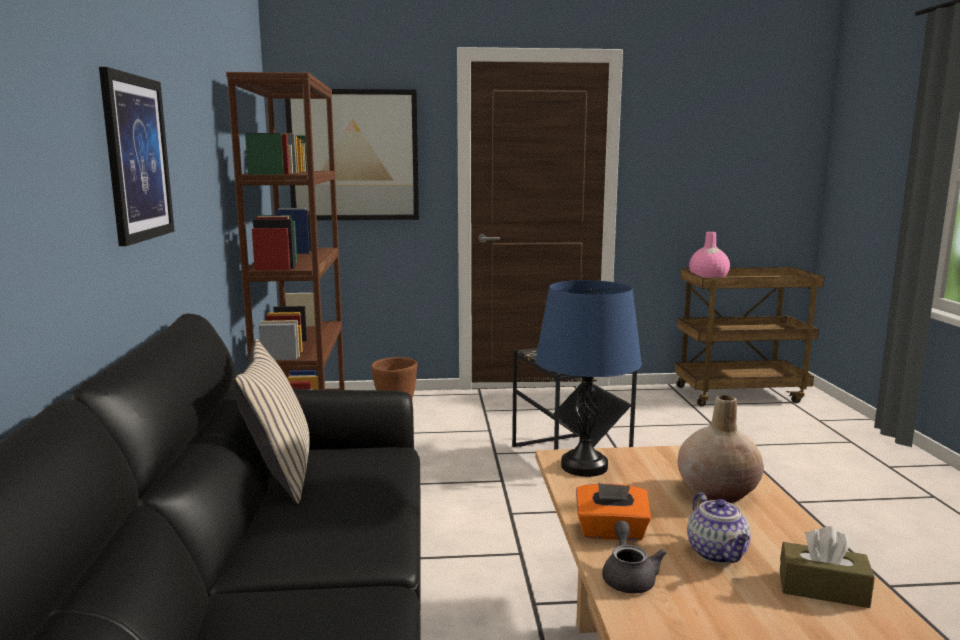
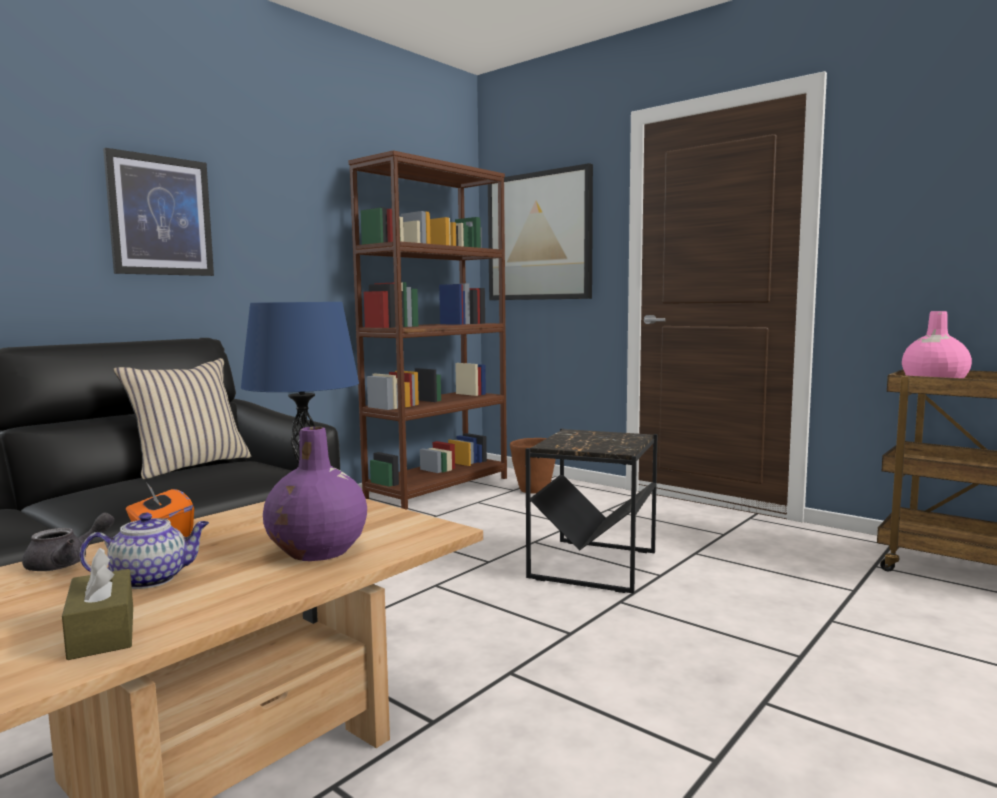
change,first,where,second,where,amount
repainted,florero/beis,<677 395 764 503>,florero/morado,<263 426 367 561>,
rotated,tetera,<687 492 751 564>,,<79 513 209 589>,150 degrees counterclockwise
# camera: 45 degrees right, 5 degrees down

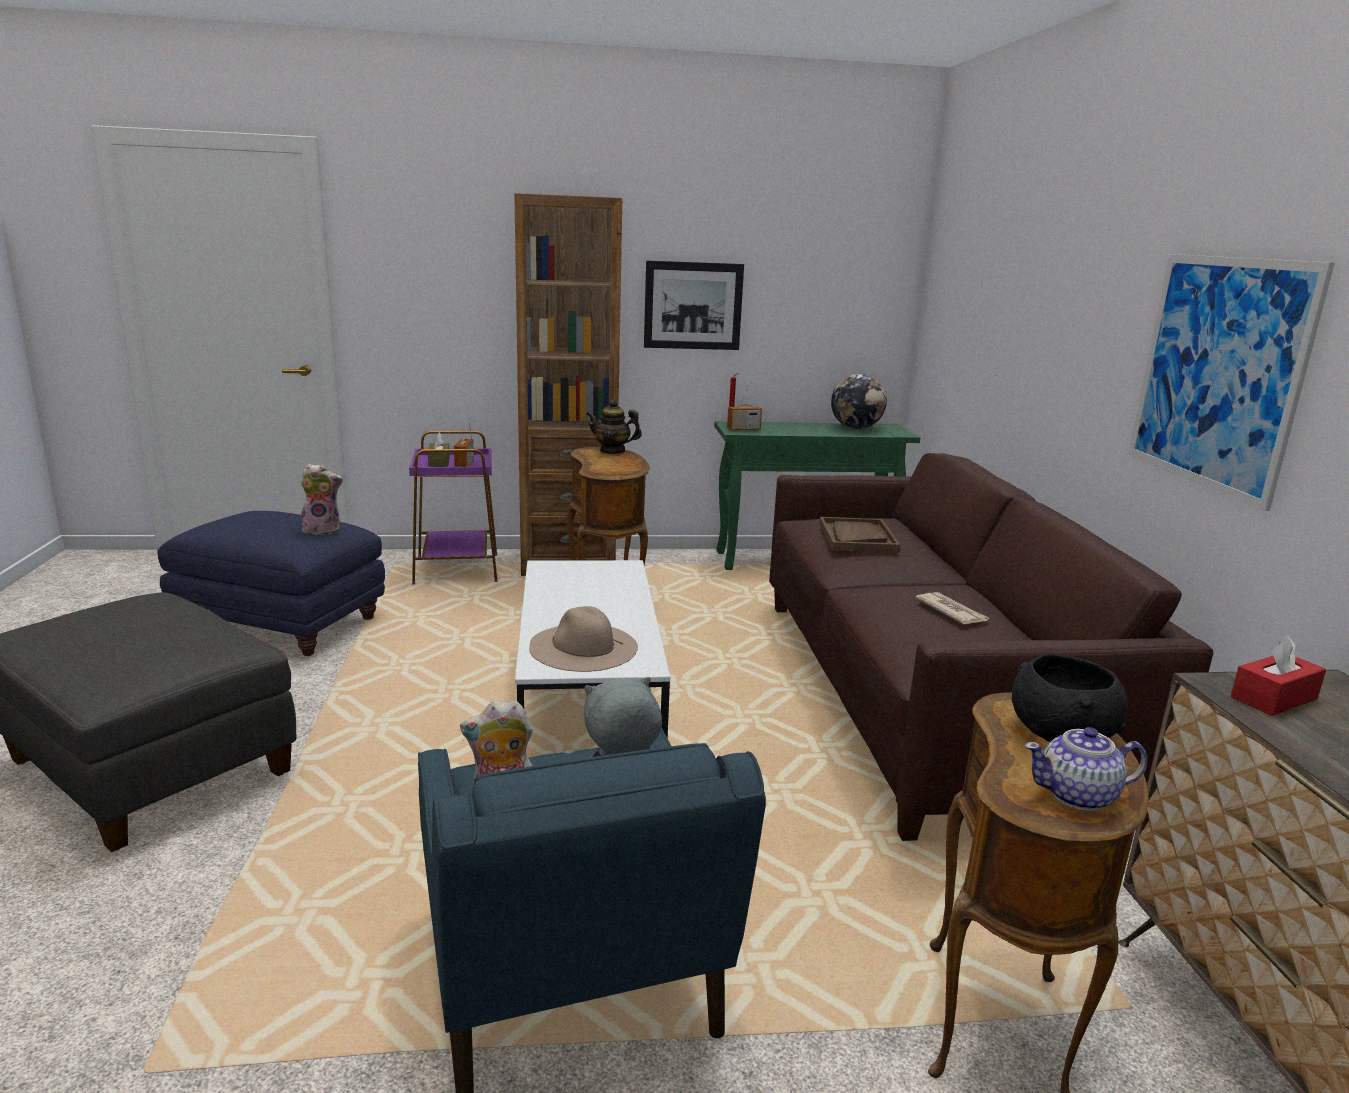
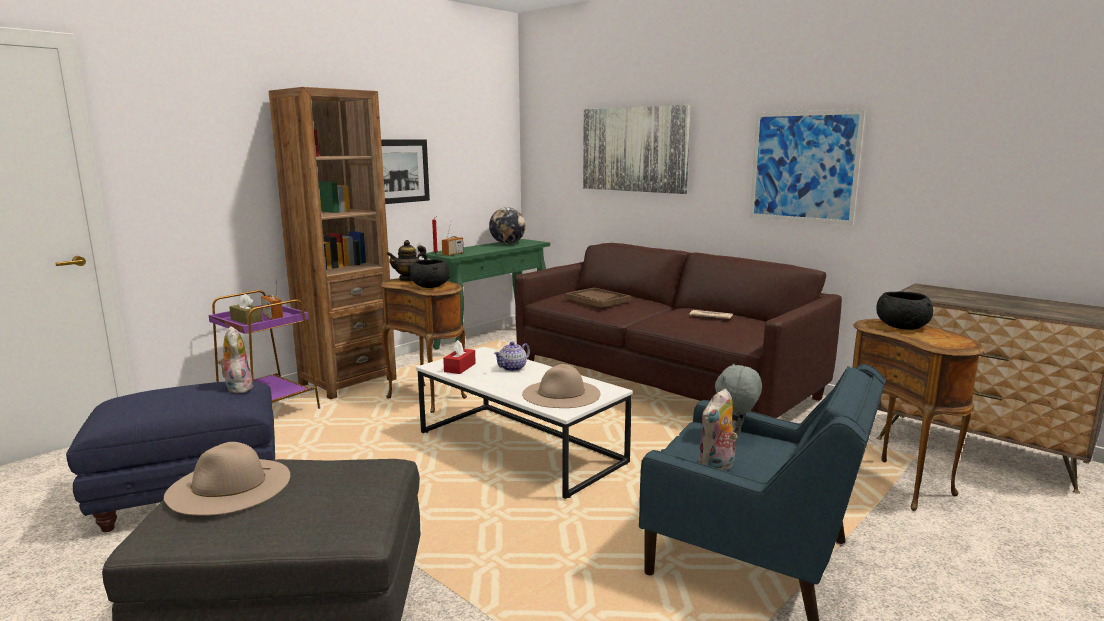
change,first,where,second,where,amount
rotated,peluche,<300 464 343 535>,,<218 326 253 393>,60 degrees counterclockwise
shifted,tetera,<1024 727 1147 811>,,<494 342 530 371>,
shifted,caja de pañuelos/rojo,<1231 635 1326 716>,,<443 340 476 374>,
new,,,sombrero/beis,<164 442 290 516>,
new,,,cuenco/negro,<410 259 450 288>,
new,,,cuadro,<583 105 691 194>,
# camera: 40 degrees left, 5 degrees down

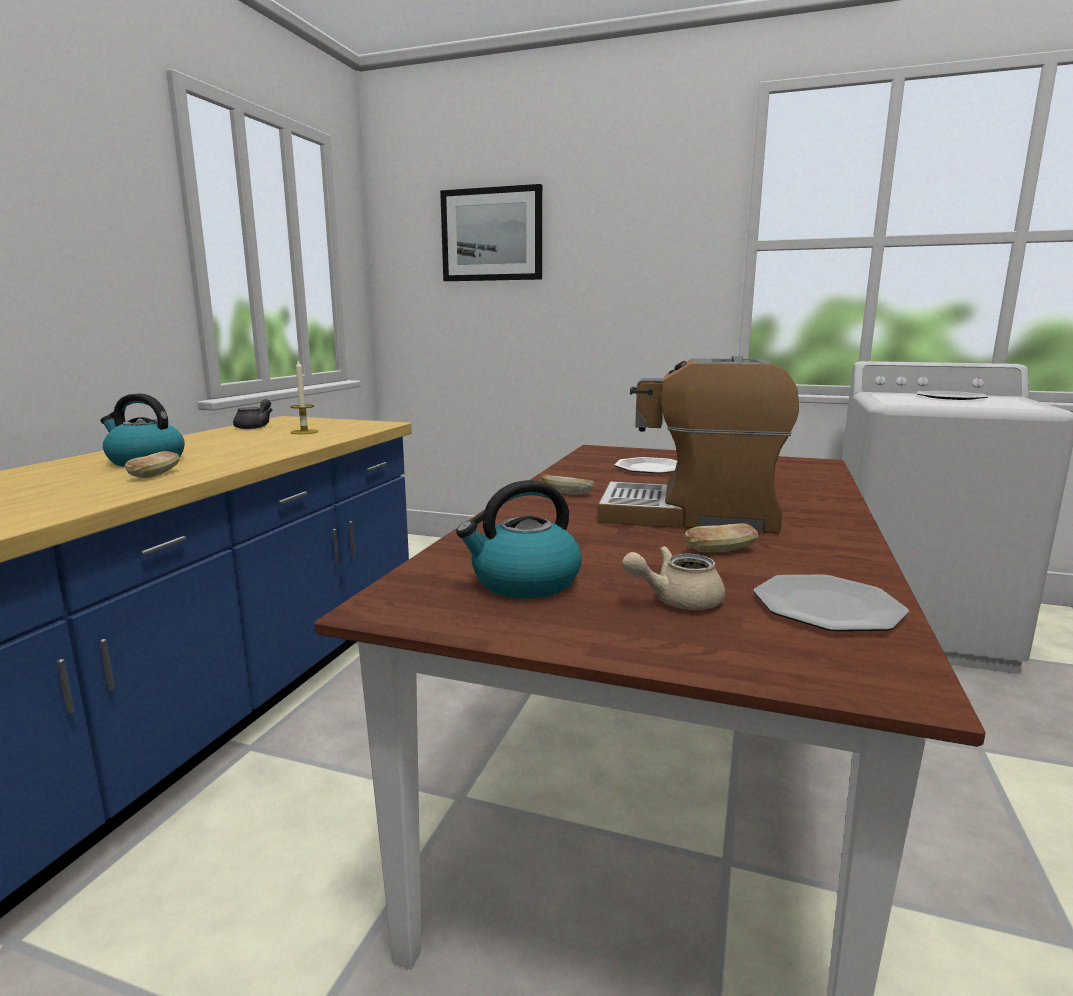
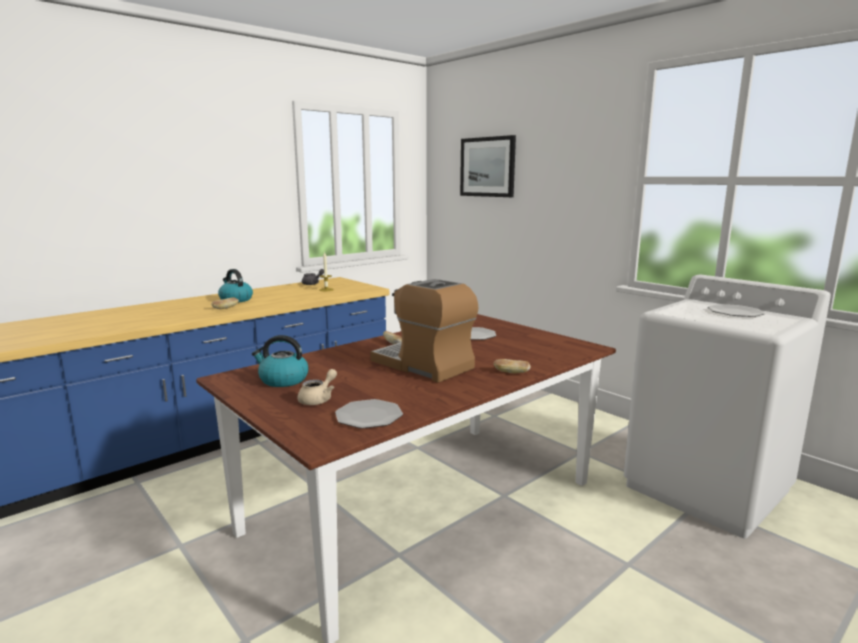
change,first,where,second,where,amount
rotated,tetera/beis,<622 546 725 610>,,<297 369 337 405>,105 degrees clockwise
shifted,pan,<685 523 758 553>,,<494 359 531 373>,
# camera: 30 degrees right, 0 degrees up

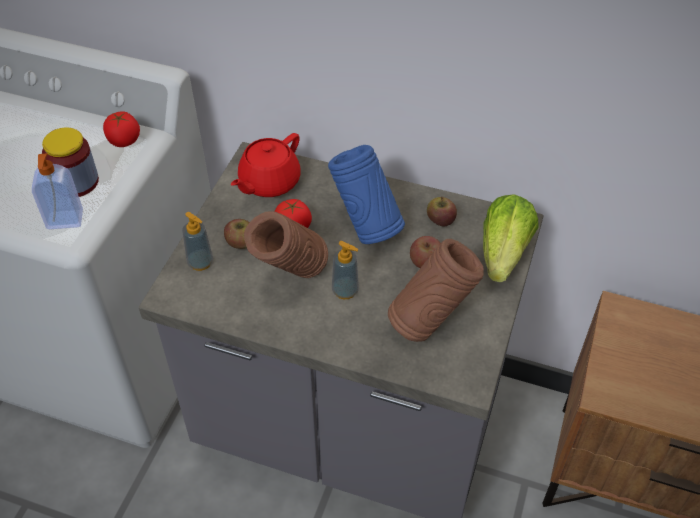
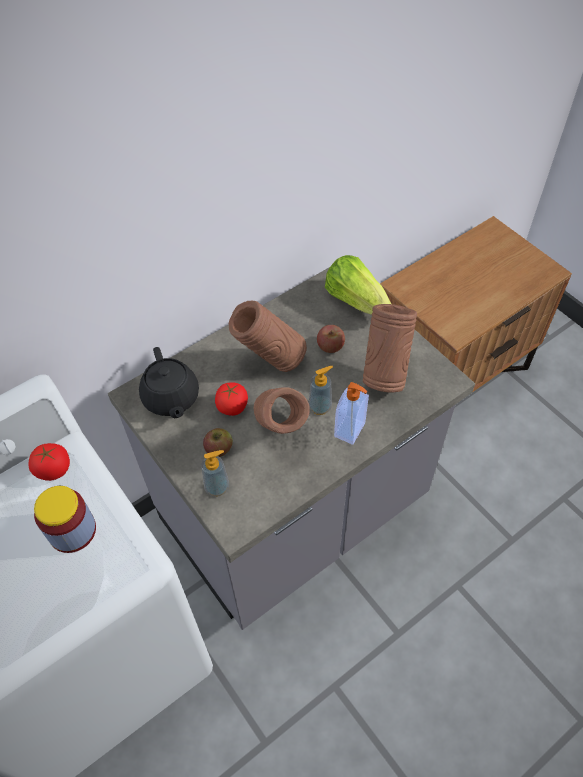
change,first,where,second,where,amount
shifted,dispensador de jabón,<32 153 83 229>,,<334 382 369 445>,
repainted,tetera/rojo,<231 133 301 197>,tetera/negro,<139 347 199 418>,
repainted,florero/azul,<328 145 405 244>,florero/marrón,<229 301 307 372>,
gone,manzana,<427 196 457 226>,,,
# camera: 55 degrees left, 5 degrees up

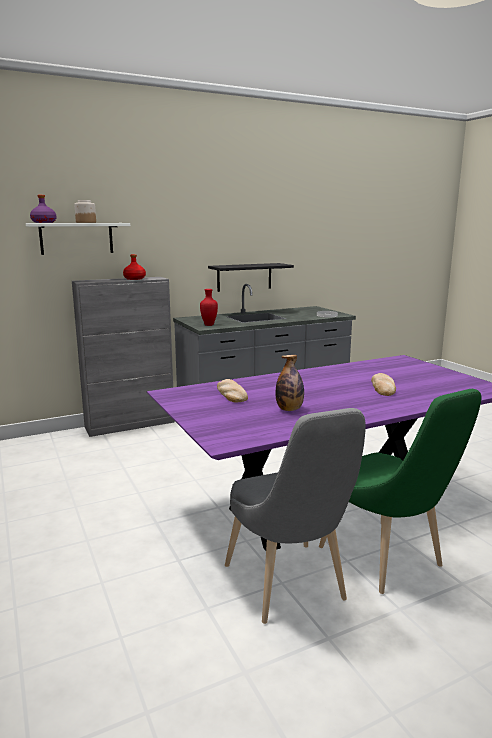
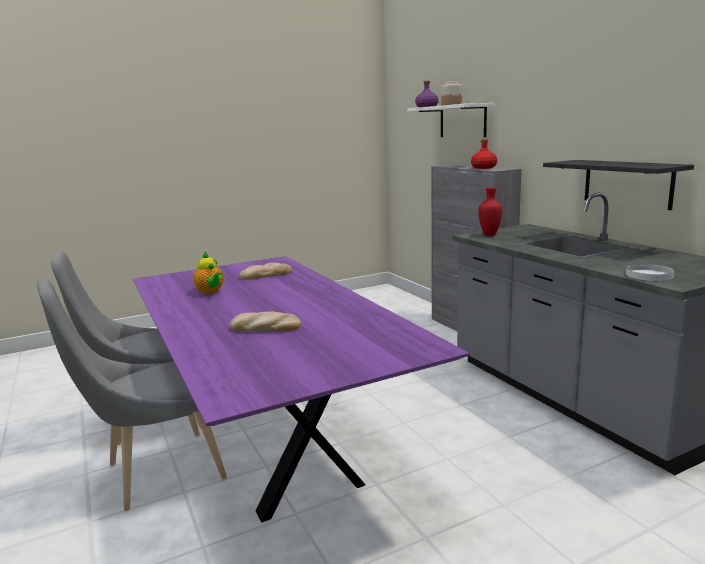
change,first,where,second,where,amount
swapped,botella,<275 355 304 411>,tetera,<193 251 223 294>,
repainted,silla/verde,<319 389 481 594>,silla/gris,<37 279 227 511>,
# camera: 90 degrees right, 0 degrees up

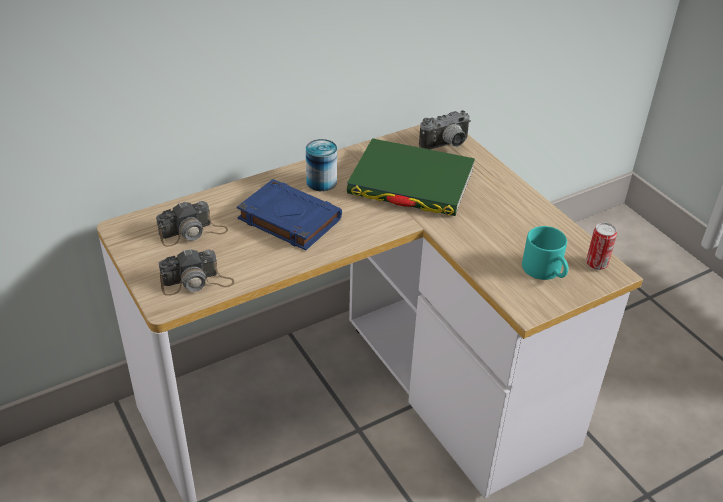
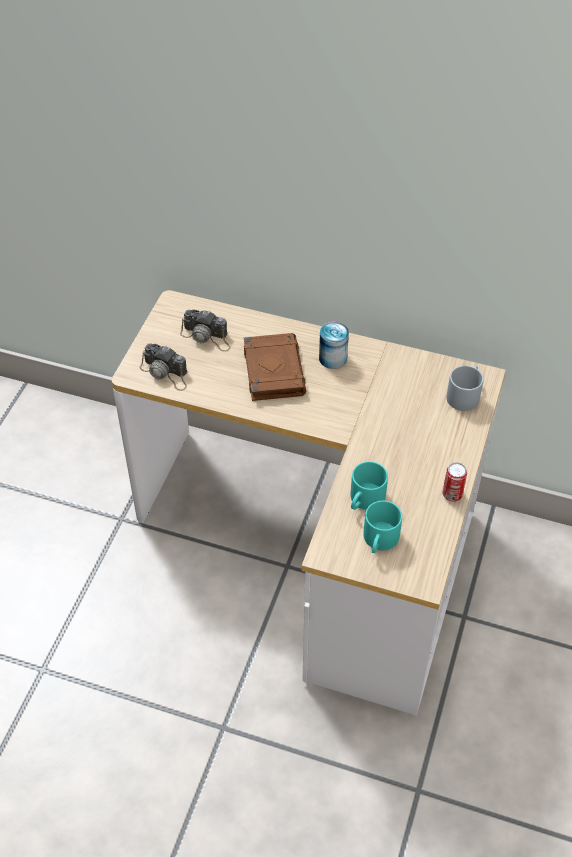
change,first,where,second,where,amount
repainted,libro/azul,<237 179 342 250>,libro/marrón,<244 333 306 401>,
gone,libro/verde,<347 138 475 216>,,,
swapped,cámara,<419 110 471 150>,taza grande/gris,<446 366 484 411>,
shifted,lata,<586 223 617 270>,,<442 462 467 502>,
new,,,taza grande/turquesa,<351 461 388 510>,
# camera: 50 degrees right, 10 degrees up

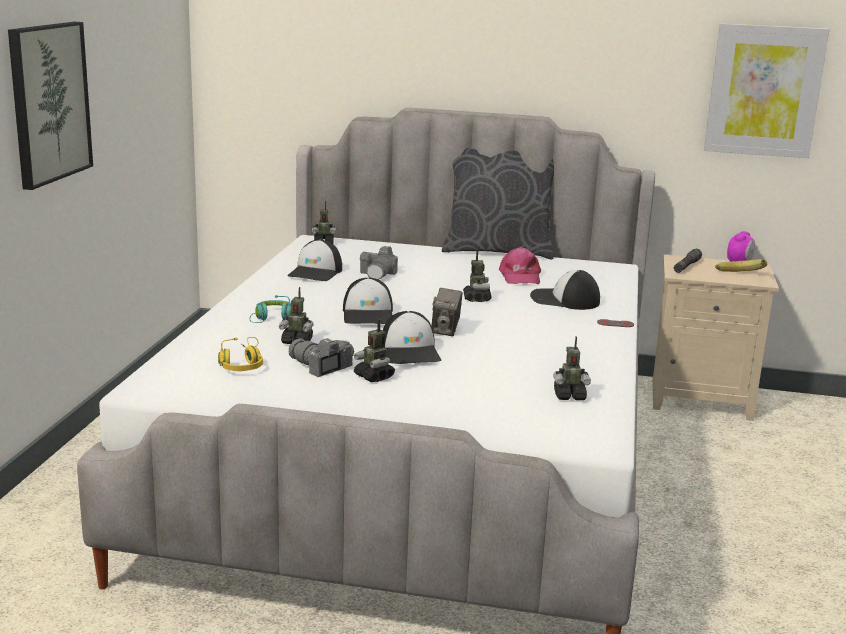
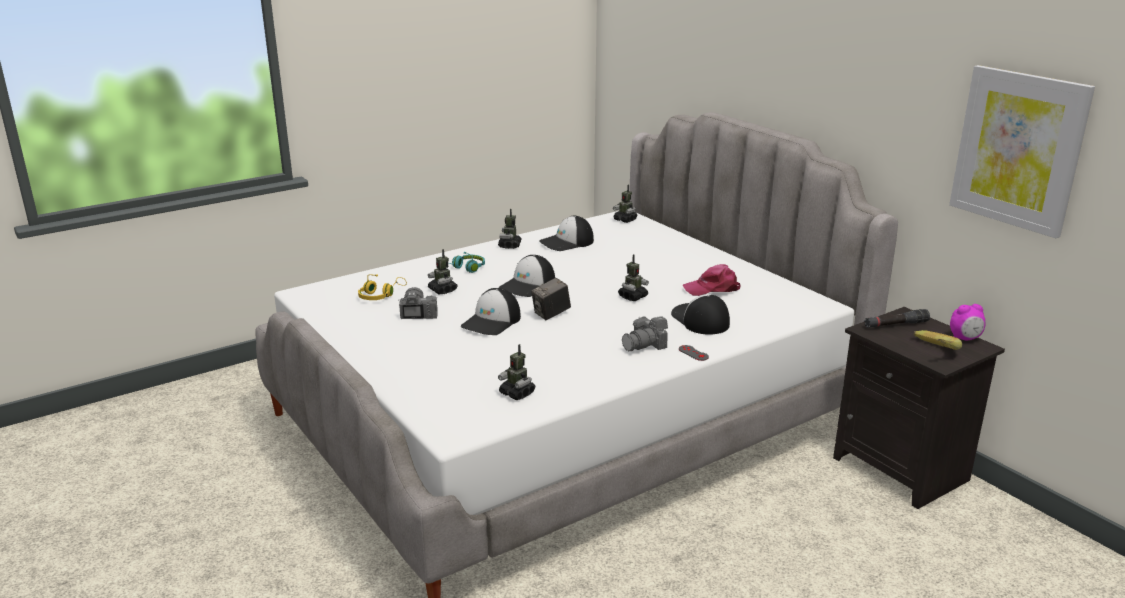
change,first,where,second,where,amount
gone,cuadro,<8 22 93 190>,,,
shifted,robot de juguete,<354 319 395 382>,,<498 209 522 249>,
shifted,cámara,<360 246 398 280>,,<622 316 668 351>,
gone,cojín/gris,<442 148 554 260>,,,
rotated,gorra/rosa,<499 247 541 284>,,<683 264 740 296>,45 degrees clockwise
repainted,mesita de noche/beis,<653 255 779 421>,mesita de noche/negro,<833 307 1005 509>,
# camera: 45 degrees right, 5 degrees up

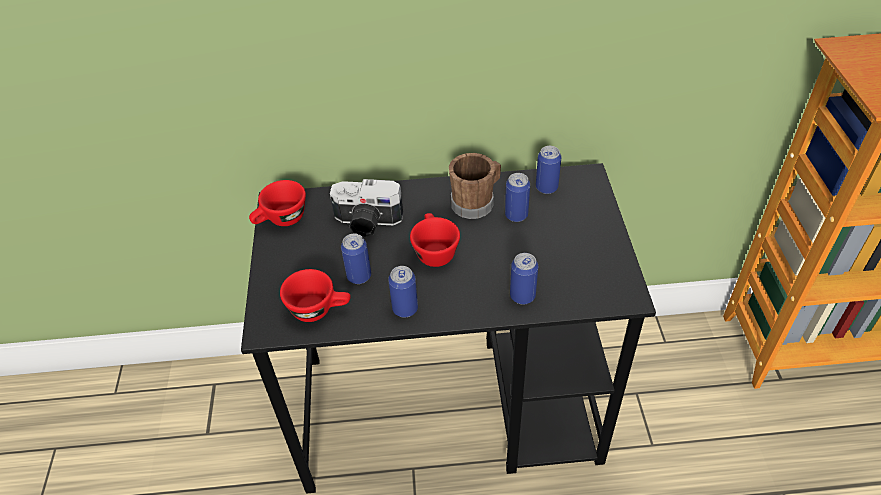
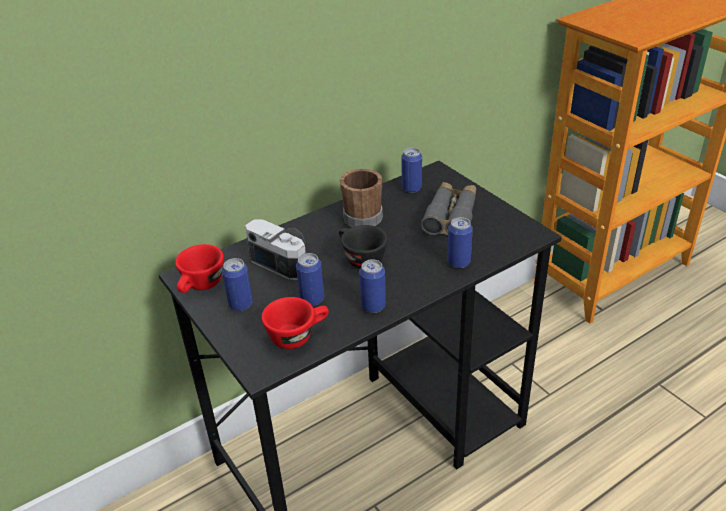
change,first,where,second,where,amount
rotated,cámara,<330 179 403 237>,,<245 219 306 280>,120 degrees counterclockwise
repainted,taza/rojo,<410 213 460 267>,taza/negro,<339 225 388 269>,
shifted,lata,<505 173 530 222>,,<222 258 253 311>,
new,,,prismáticos/gris,<421 182 476 235>,
# camera: 30 degrees left, 10 degrees down

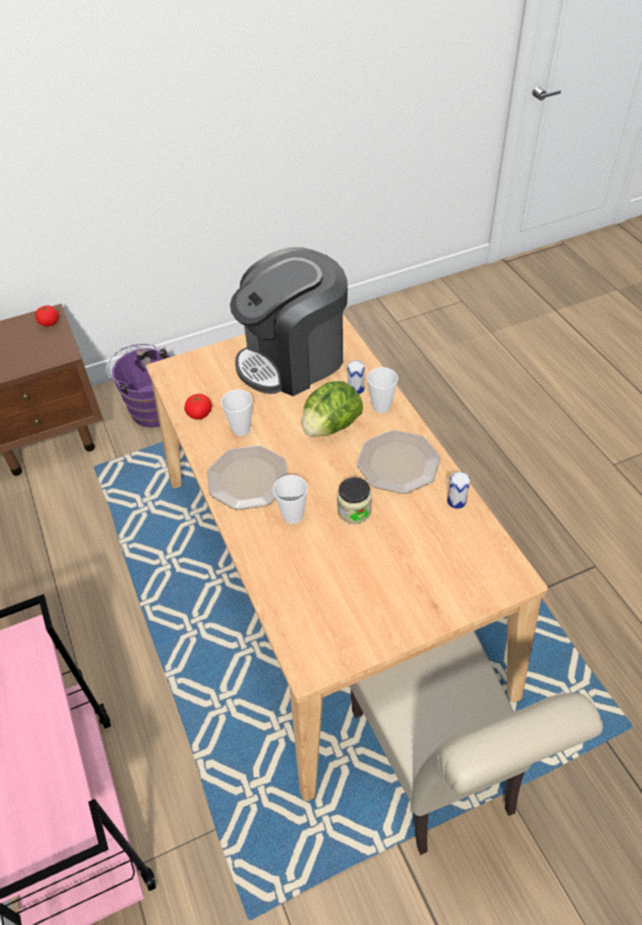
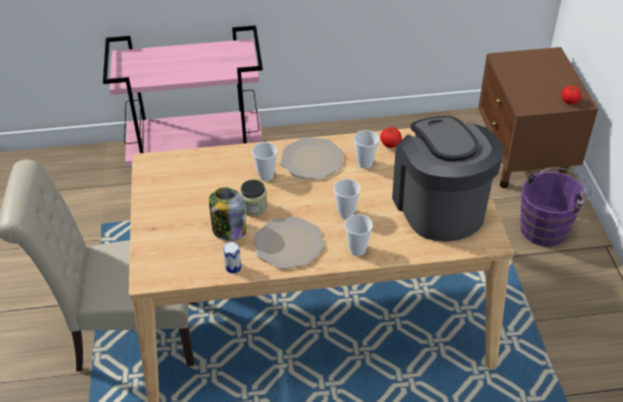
change,first,where,second,where,amount
swapped,lechuga,<302 381 363 437>,taza,<334 179 361 219>,
gone,lata,<348 361 365 394>,,,
new,,,tarro,<209 187 246 241>,
# camera: 105 degrees right, 5 degrees down

